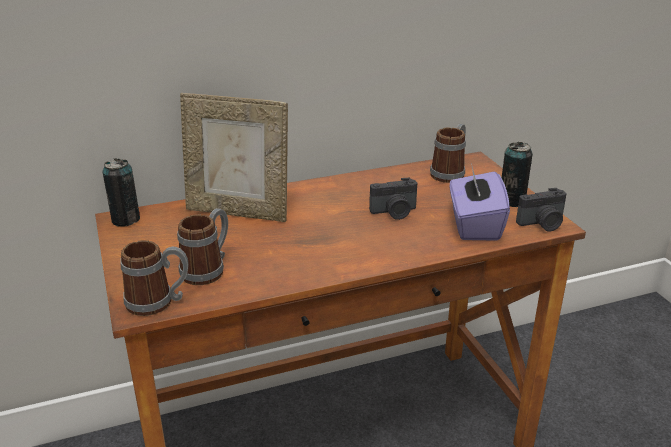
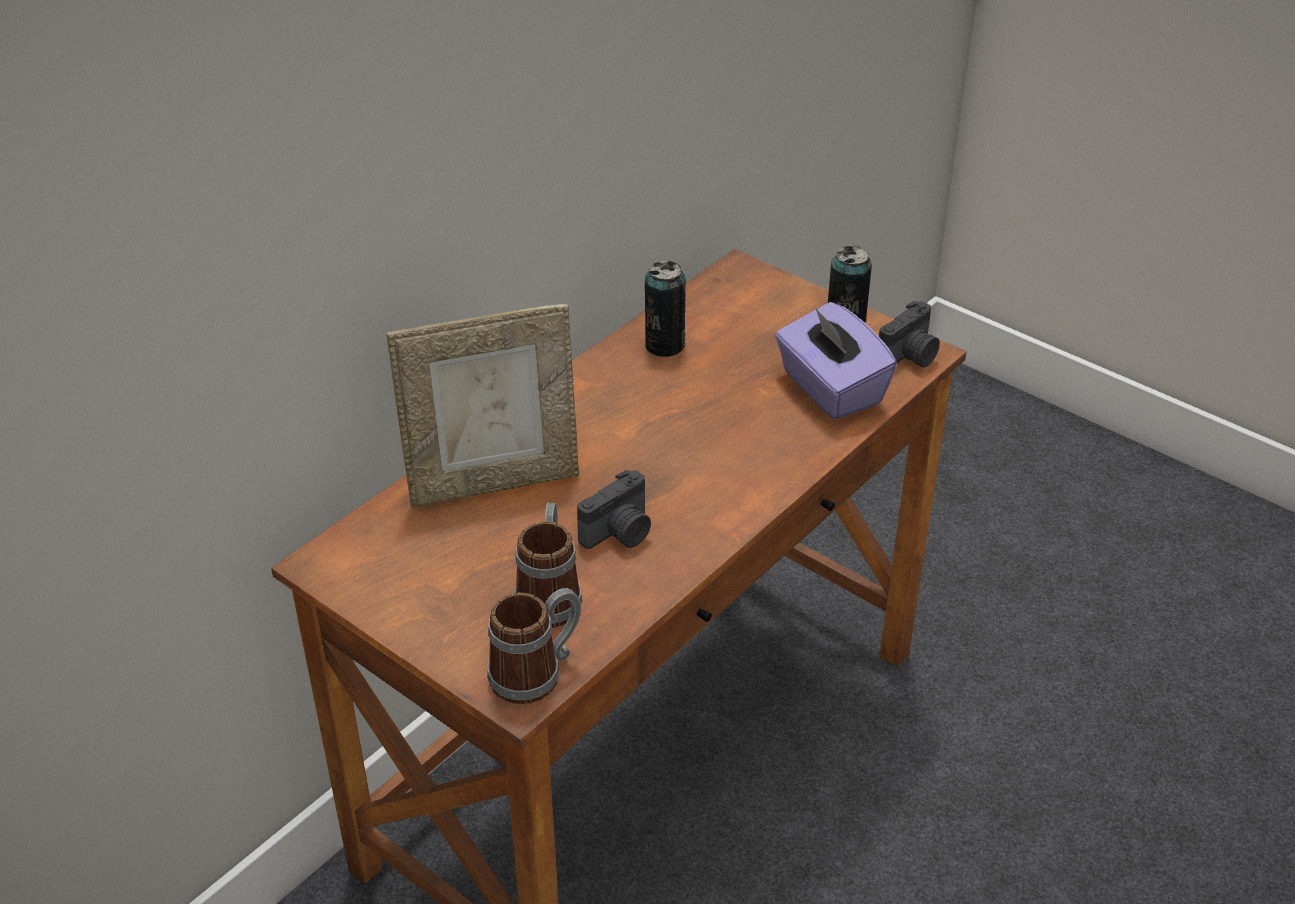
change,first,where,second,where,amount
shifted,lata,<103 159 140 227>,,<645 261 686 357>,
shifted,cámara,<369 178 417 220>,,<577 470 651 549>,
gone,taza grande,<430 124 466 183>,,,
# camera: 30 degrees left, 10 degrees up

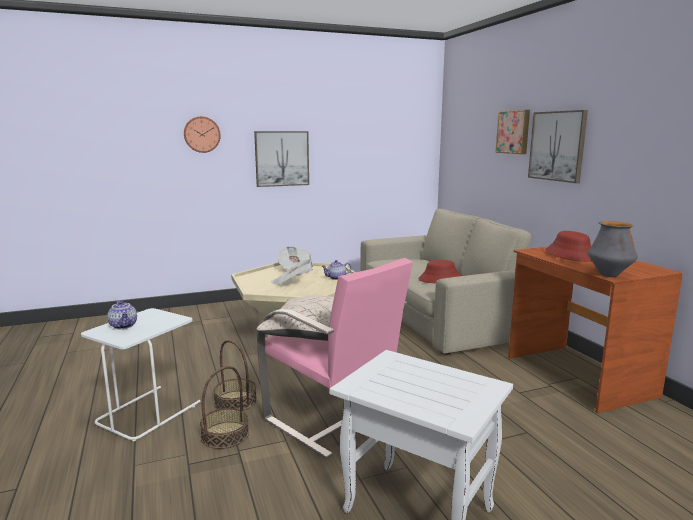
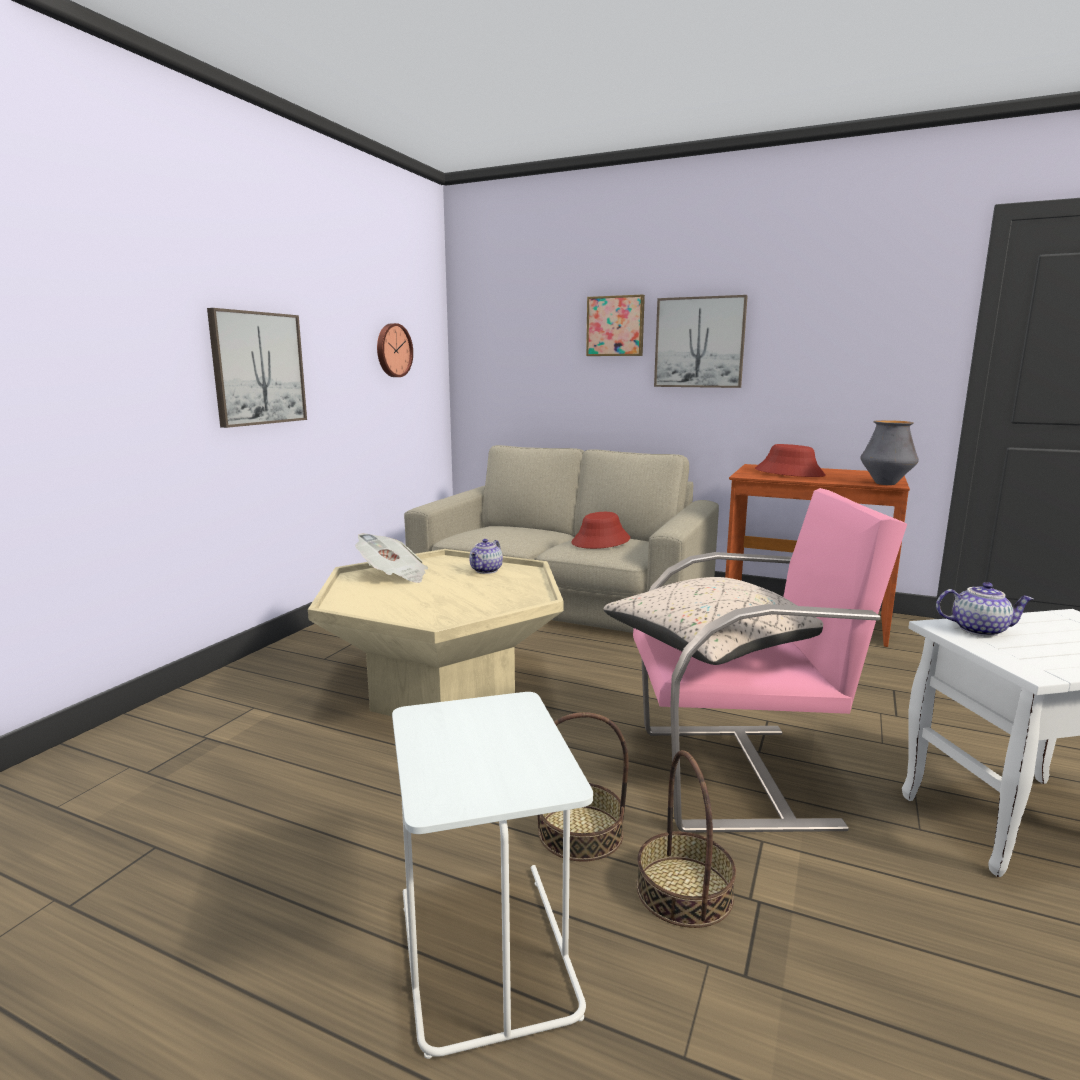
change,first,where,second,where,amount
shifted,tetera,<107 301 137 329>,,<936 582 1033 637>,
shifted,reloj de pared,<184 116 221 153>,,<377 323 413 377>,
gone,periódico,<271 259 312 286>,,,
# camera: 45 degrees left, 0 degrees up

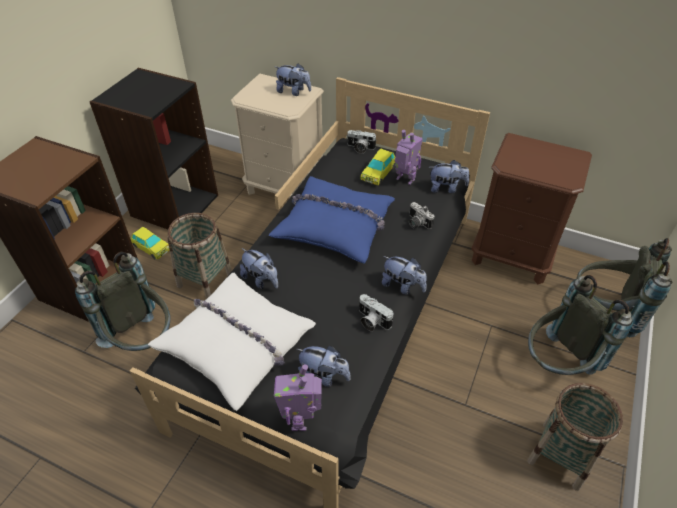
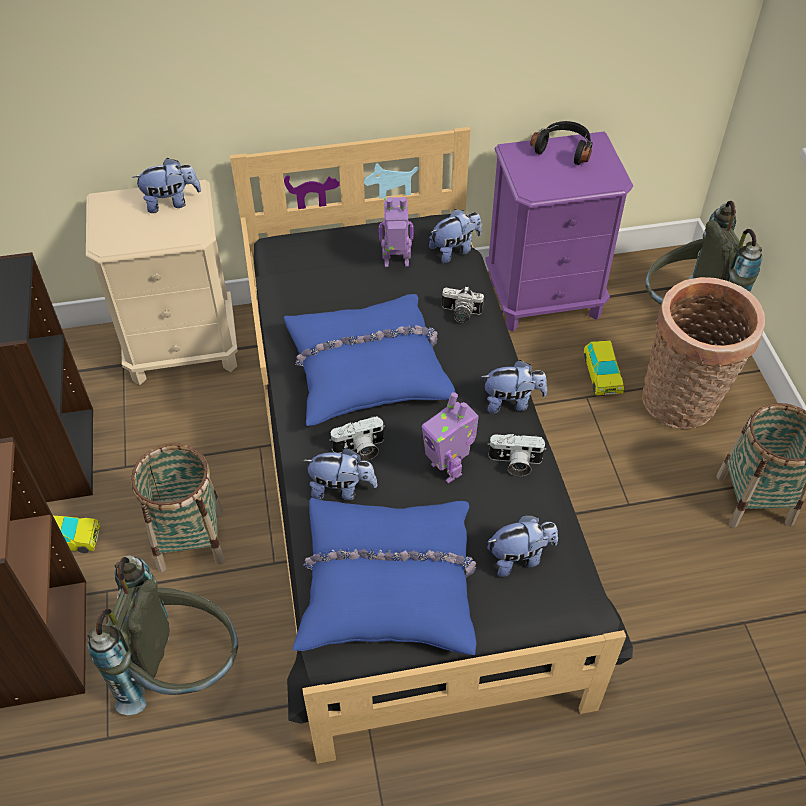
change,first,where,second,where,amount
repainted,cojín/blanco,<148 273 316 411>,cojín/azul,<293 498 477 655>,
shifted,robot de juguete,<274 364 322 431>,,<422 392 479 483>,
shifted,cámara,<347 130 376 154>,,<329 416 385 461>,
shifted,coche de juguete,<360 149 396 186>,,<584 340 624 396>,
repainted,mesita de noche/marrón,<471 133 592 284>,mesita de noche/morado,<485 131 633 332>,
swapped,mochila/gris,<528 275 633 375>,cesta,<642 277 765 429>,
new,,,auriculares/negro,<530 121 593 165>,
# camera: 35 degrees left, 5 degrees up

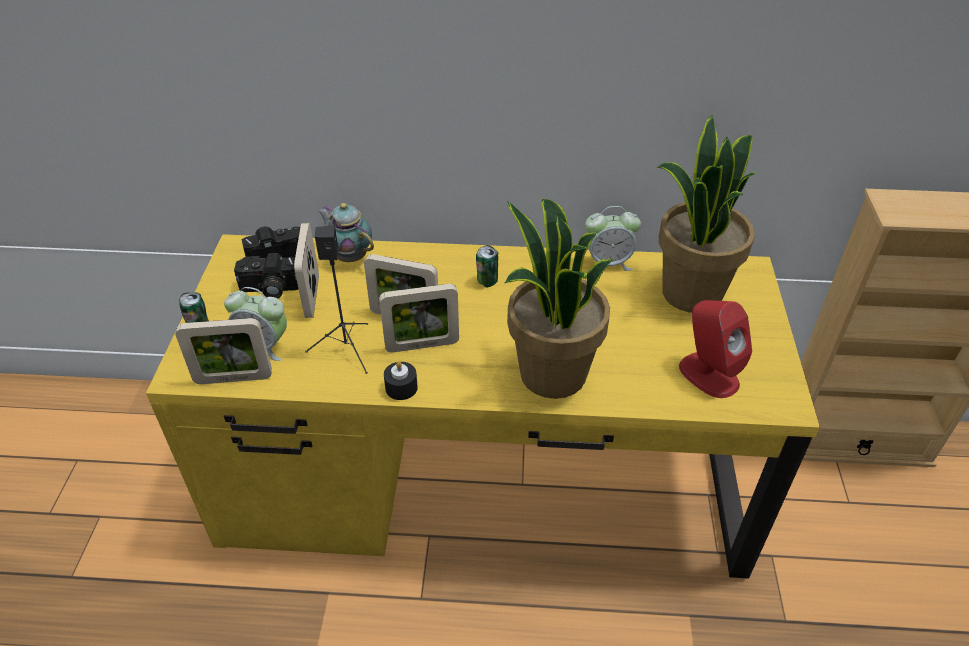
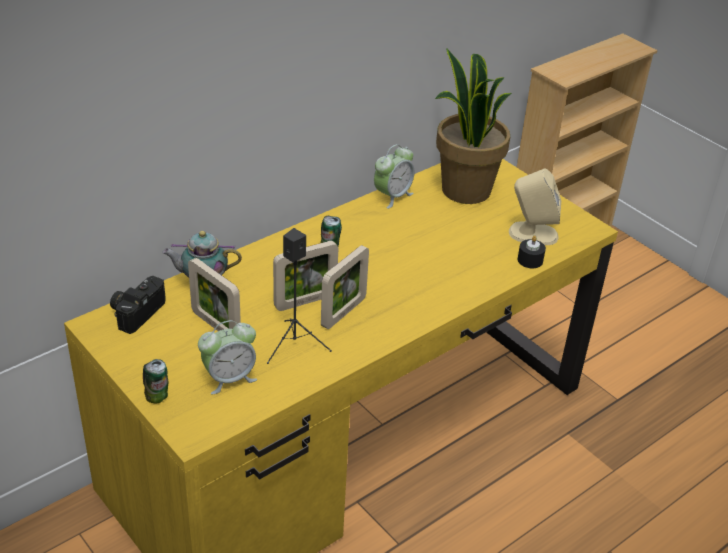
change,first,where,second,where,amount
gone,portarretratos,<176 318 272 384>,,,
gone,cámara,<234 253 298 299>,,,
shifted,vela/negro,<384 361 418 400>,,<518 236 546 268>,
gone,planta en maceta,<504 199 613 399>,,,
repainted,altavoz/rojo,<679 300 752 398>,altavoz/beis,<509 168 561 245>,
# camera: 45 degrees left, 5 degrees down

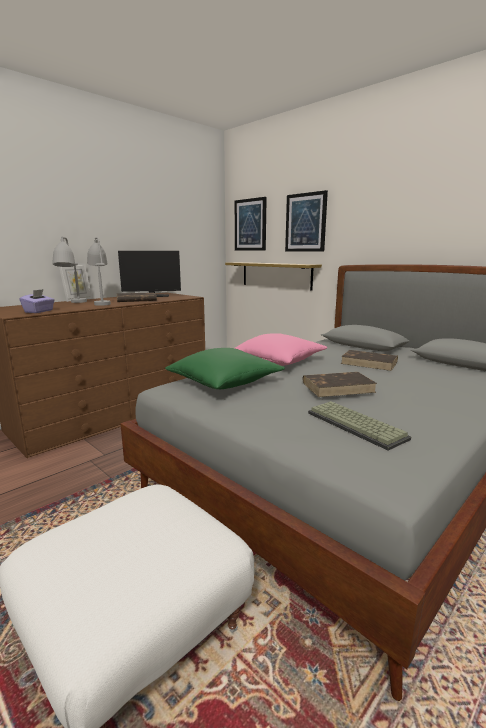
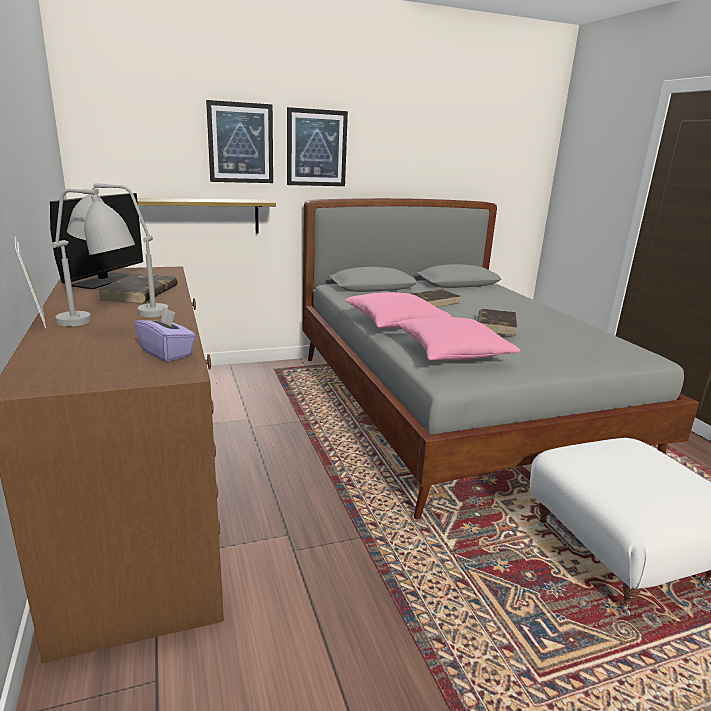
change,first,where,second,where,amount
repainted,cojín/verde,<165 348 285 389>,cojín/rosa,<397 317 520 361>,
shifted,cuadro,<235 197 267 250>,,<287 107 348 186>,
gone,teclado,<308 401 411 450>,,,
# camera: 65 degrees left, 5 degrees up

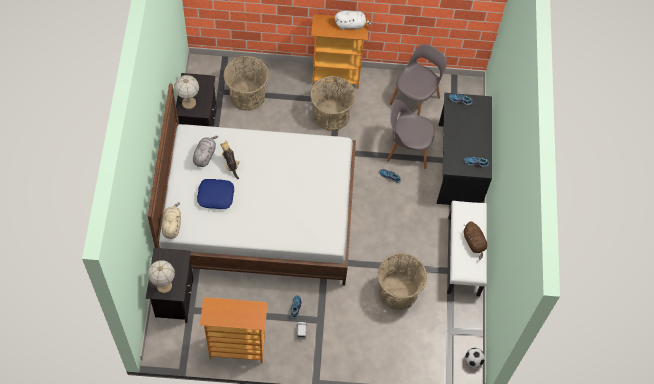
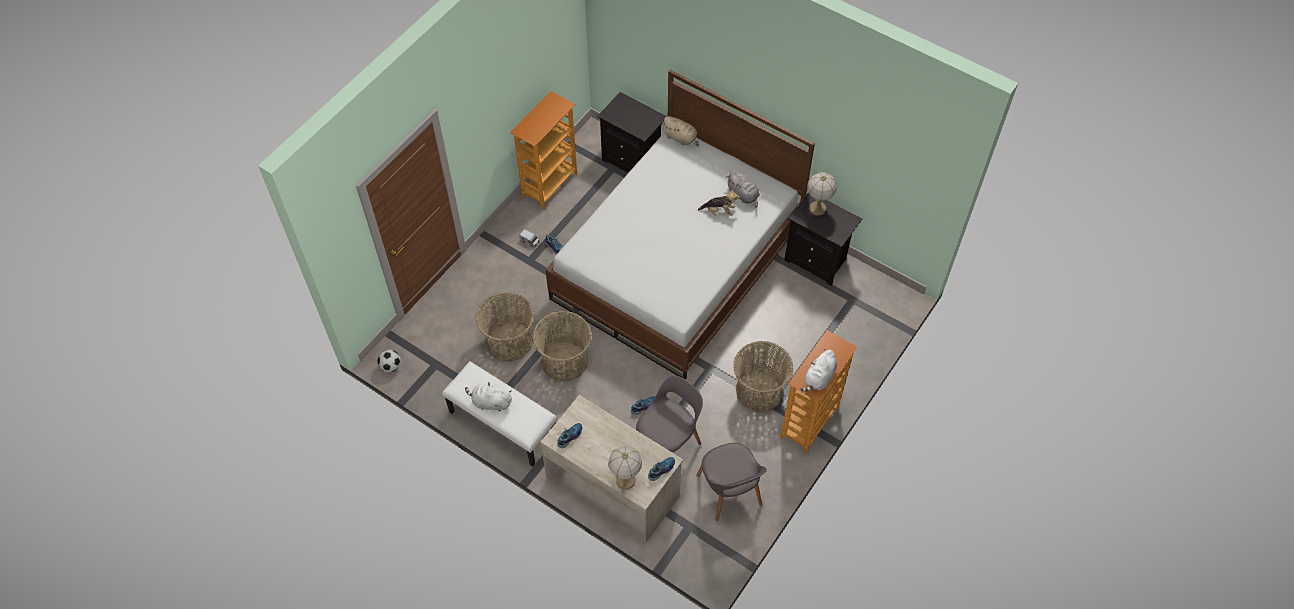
change,first,where,second,where,amount
shifted,lámpara de mesa,<148 260 175 293>,,<608 446 642 489>,
gone,cojín/azul,<197 179 234 209>,,,
shifted,cesta,<223 56 269 111>,,<533 311 592 381>,
repainted,escritorio/negro,<437 93 492 205>,escritorio/beis,<541 395 683 543>,
repainted,peluche/marrón,<463 221 487 260>,peluche/blanco,<465 382 512 412>,
# camera: 125 degrees right, 5 degrees down

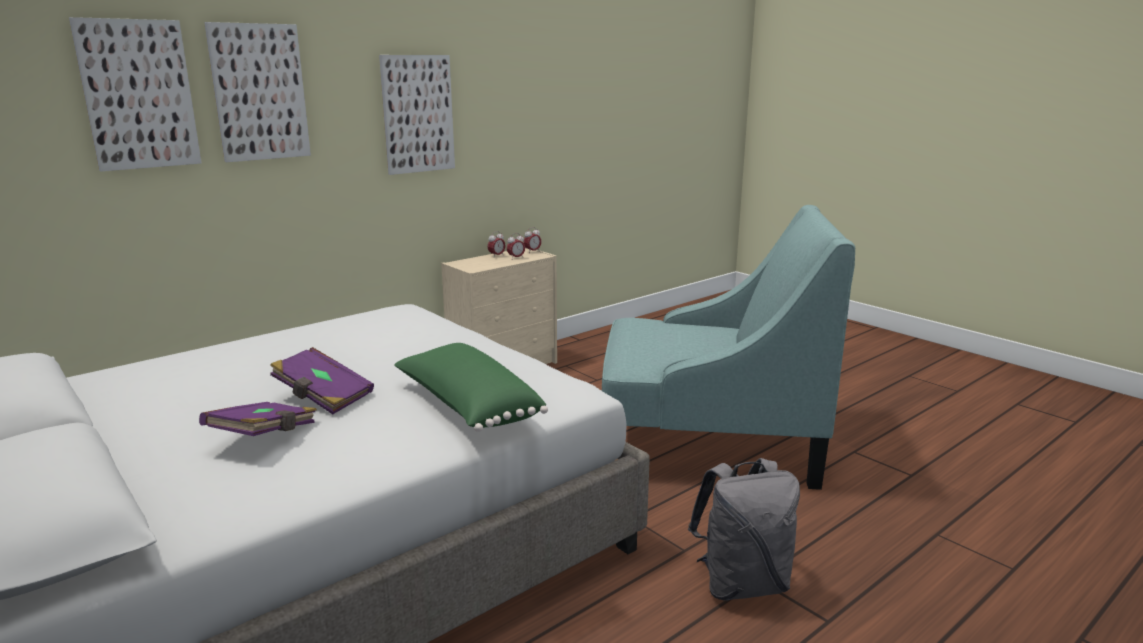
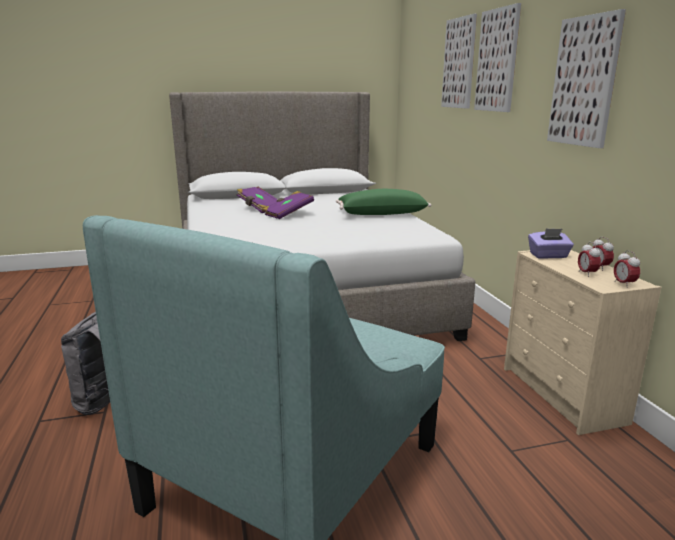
change,first,where,second,where,amount
shifted,cojín/verde,<394 343 548 432>,,<336 189 431 215>,
new,,,caja de pañuelos/morado,<528 229 574 259>,
# camera: 115 degrees right, 0 degrees up

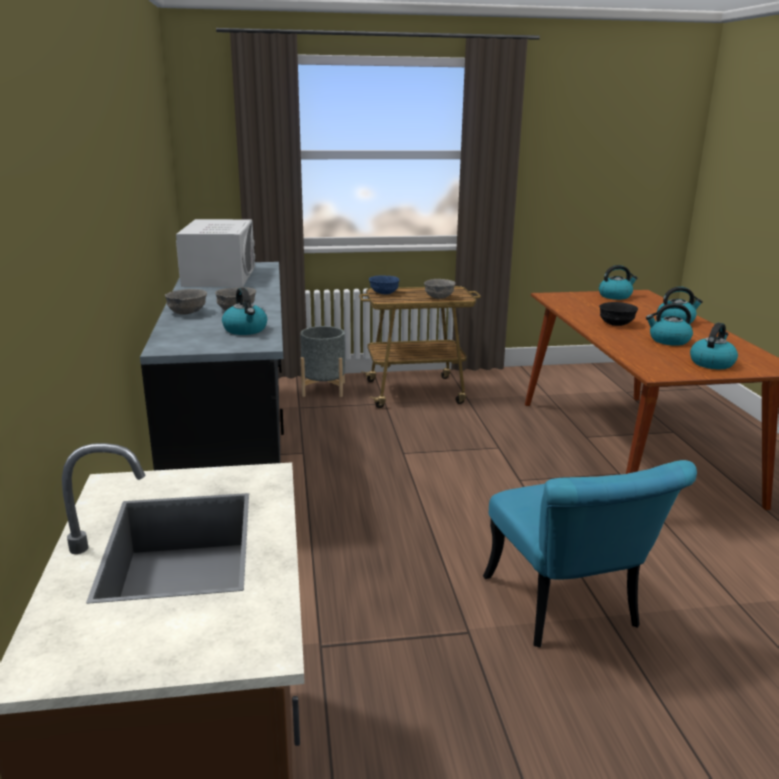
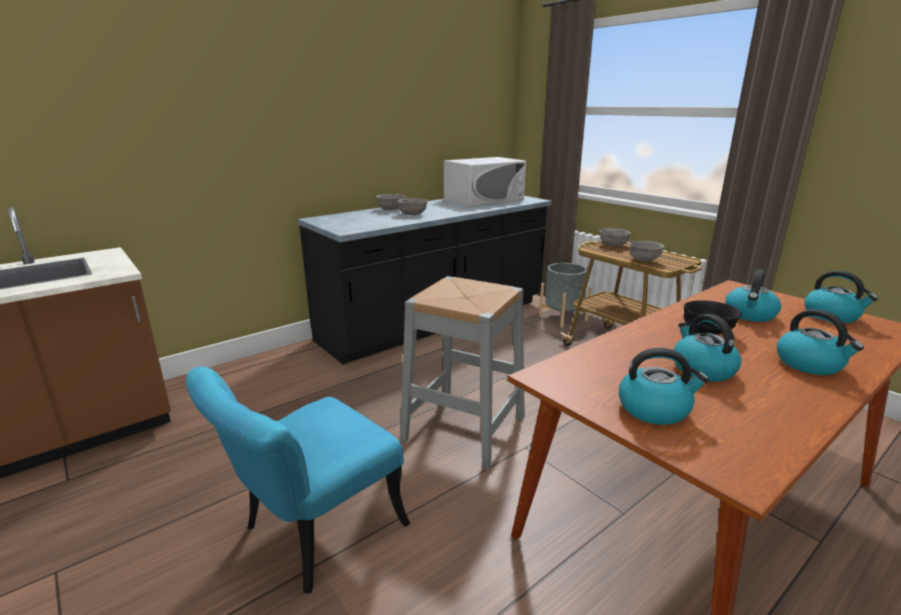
change,first,where,second,where,amount
shifted,hervidor,<222 288 267 335>,,<725 269 781 322>,
repainted,cuenco/azul,<369 275 400 295>,cuenco/gris,<599 228 631 247>,
new,,,taburete/gris,<400 276 525 471>,
# camera: 60 degrees right, 0 degrees up

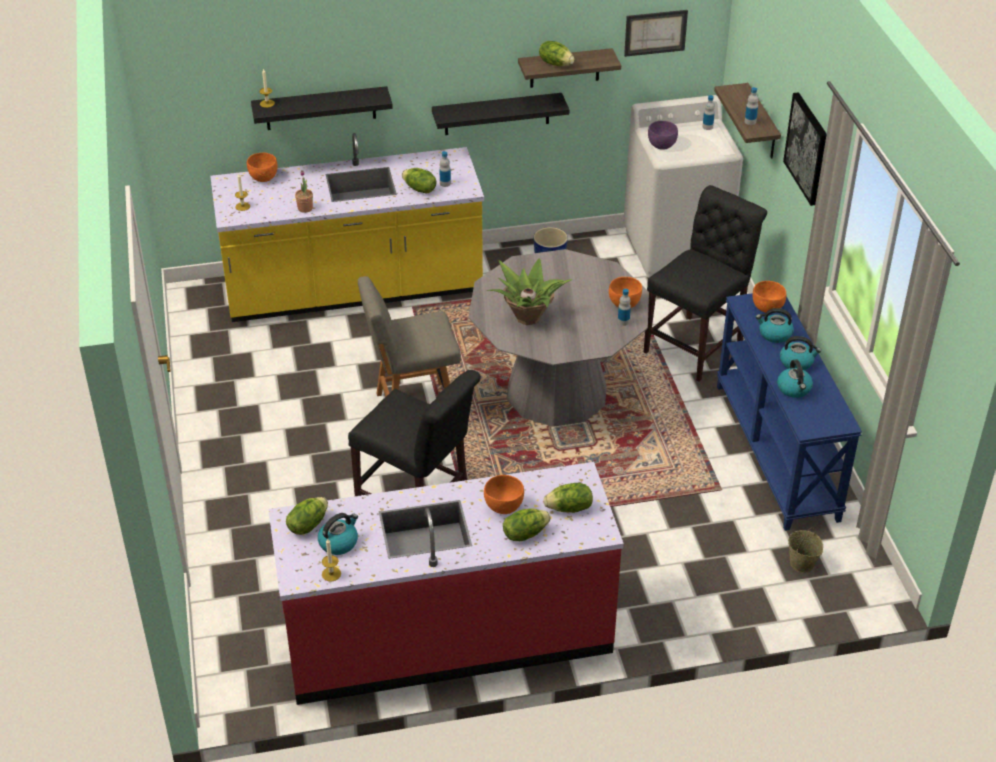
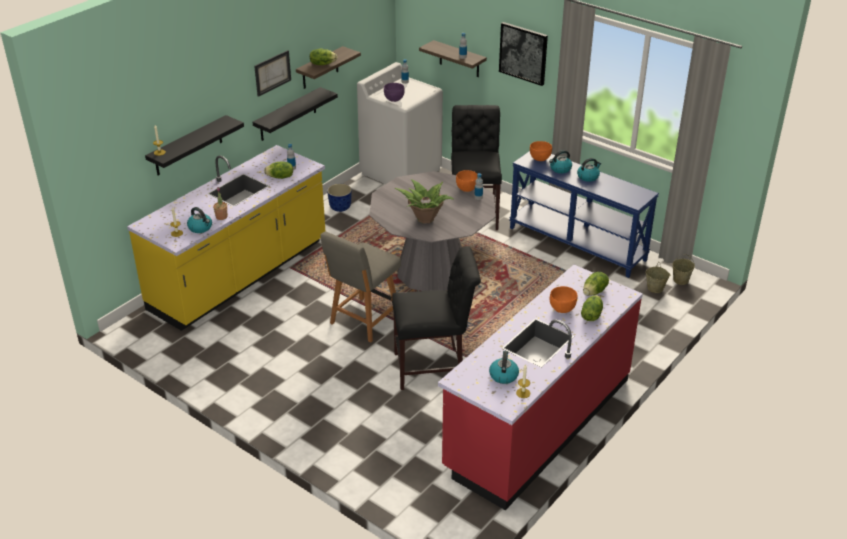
change,first,where,second,where,amount
gone,cuenco/naranja,<247 153 277 182>,,,
gone,lechuga,<286 497 328 535>,,,
shifted,cuadro,<624 10 688 57>,,<254 50 291 97>,
shifted,hervidor,<777 359 813 398>,,<187 207 212 233>,
new,,,cubo/beis,<673 254 695 285>,
# camera: 40 degrees left, 5 degrees down

